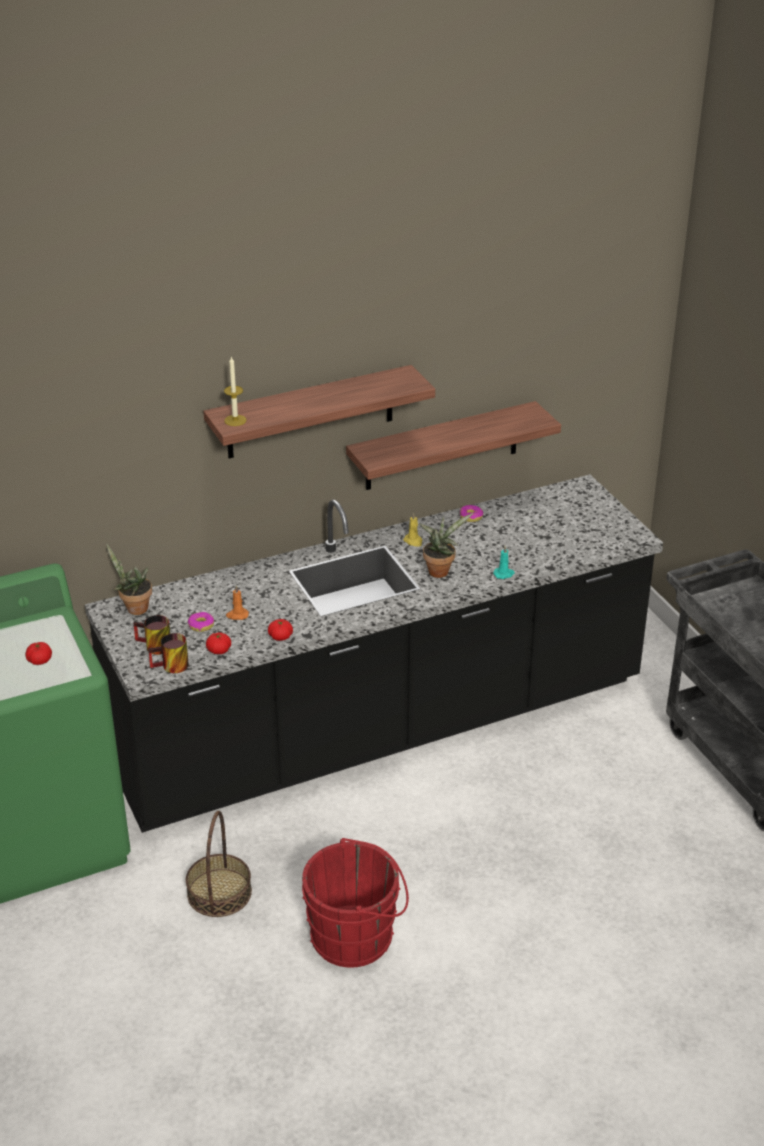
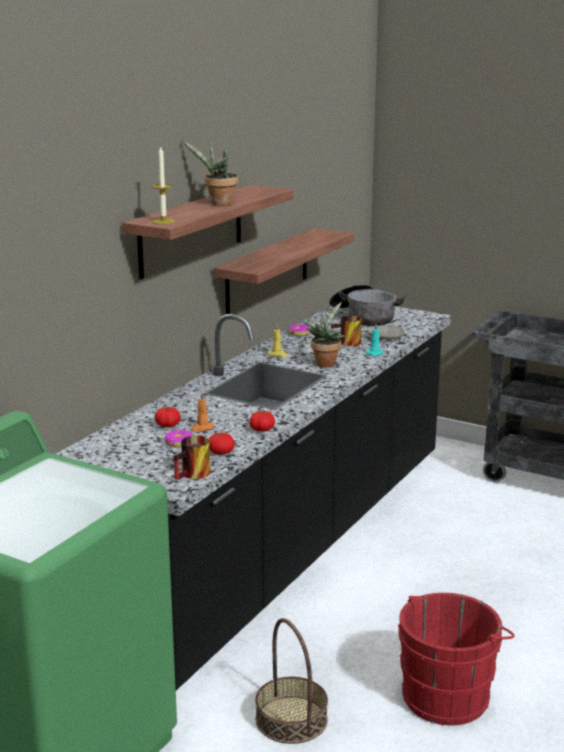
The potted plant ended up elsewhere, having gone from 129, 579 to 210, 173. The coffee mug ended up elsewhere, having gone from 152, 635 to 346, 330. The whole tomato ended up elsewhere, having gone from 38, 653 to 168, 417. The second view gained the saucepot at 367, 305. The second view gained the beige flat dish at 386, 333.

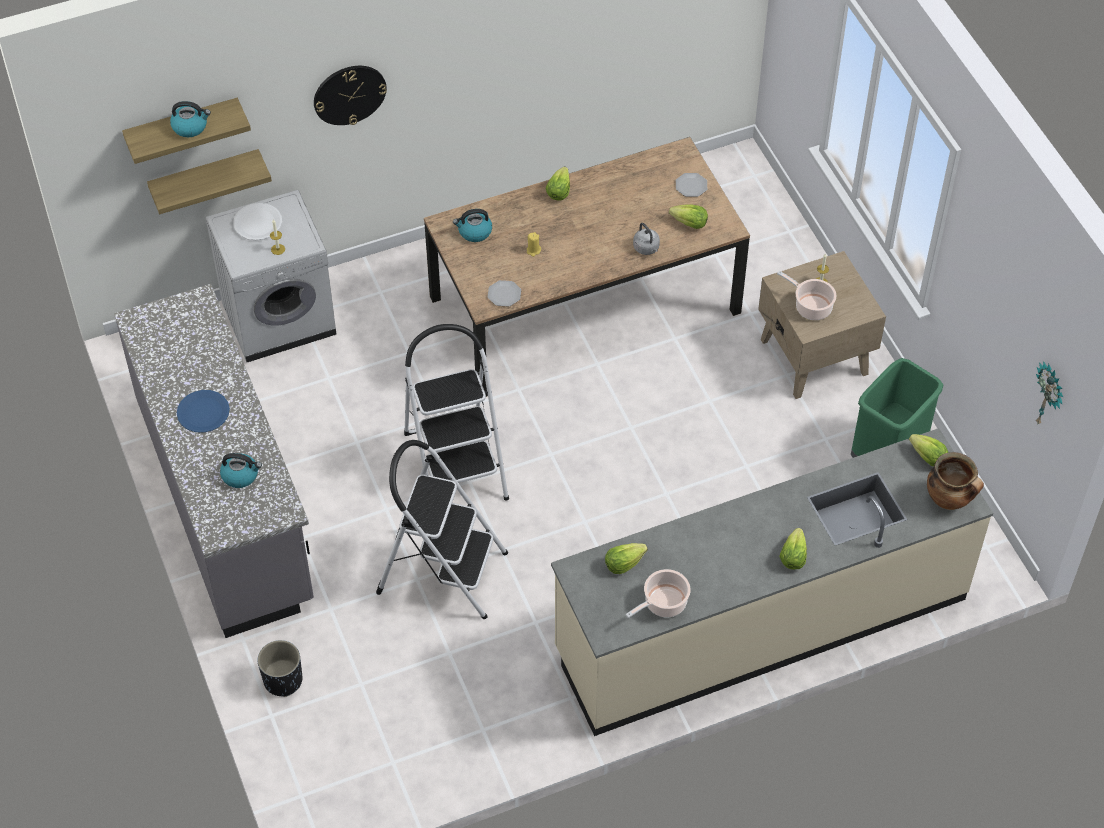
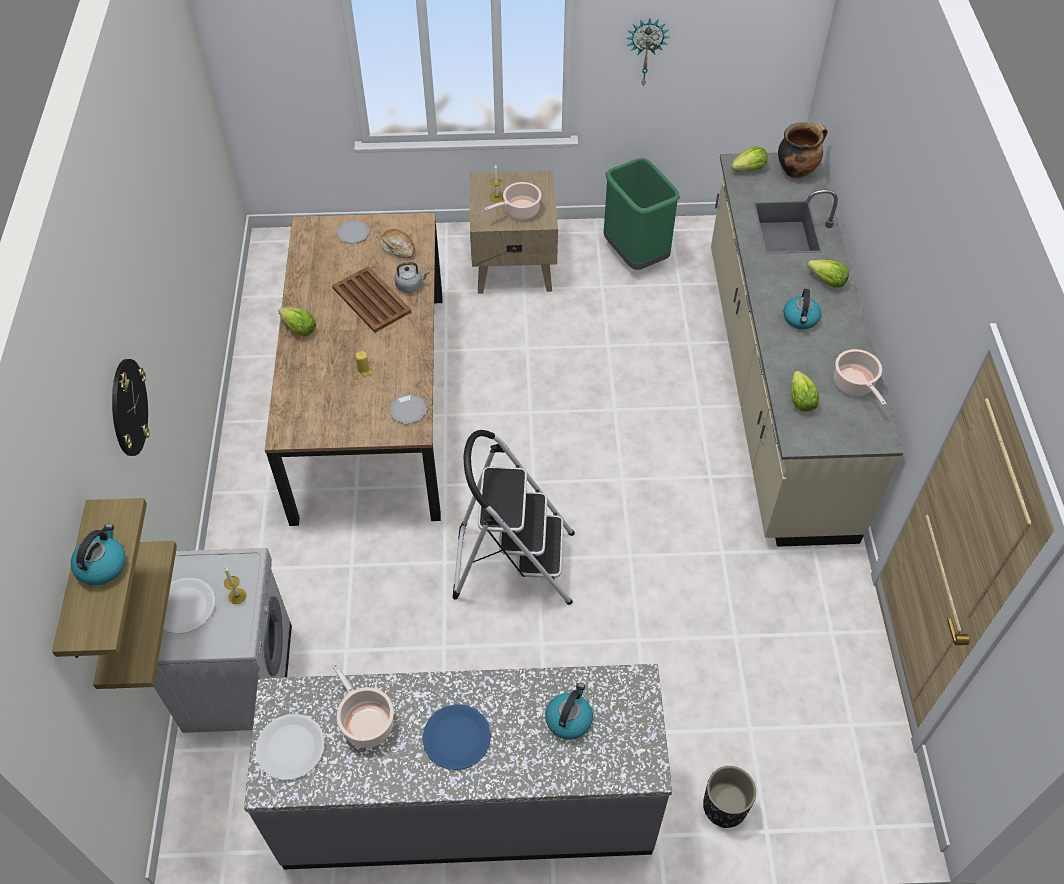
Where the head of lettuce stood at 688, 217, the bread came to stand at 397, 243. The tea kettle ended up elsewhere, having gone from 472, 225 to 802, 309. The clock on the wall ended up elsewhere, having gone from 1050, 393 to 648, 53. The second view lost the stepladder at 442, 529. The second view gained the brown serving tray at 372, 299. The second view gained the saucepot at 363, 705. The second view gained the white flat dish at 290, 747.

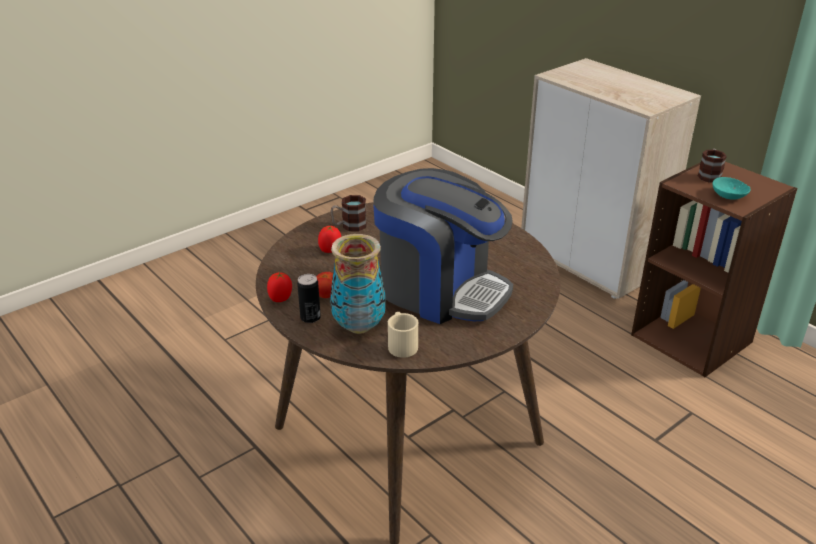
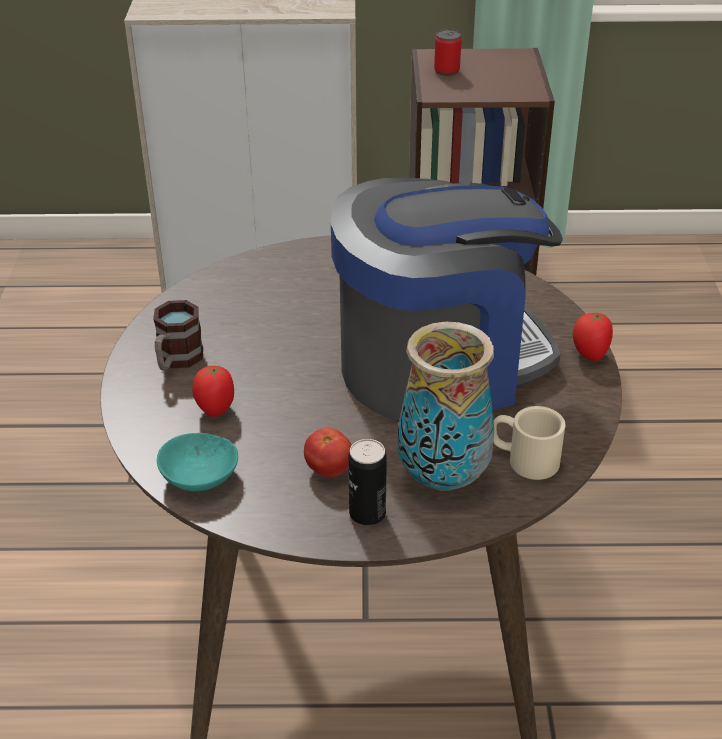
Where the coffee mug stood at 712, 166, the metal can came to stand at 447, 52. The turquoise-coloured serving bowl ended up elsewhere, having gone from 731, 188 to 197, 462. The whole tomato ended up elsewhere, having gone from 279, 287 to 593, 336.

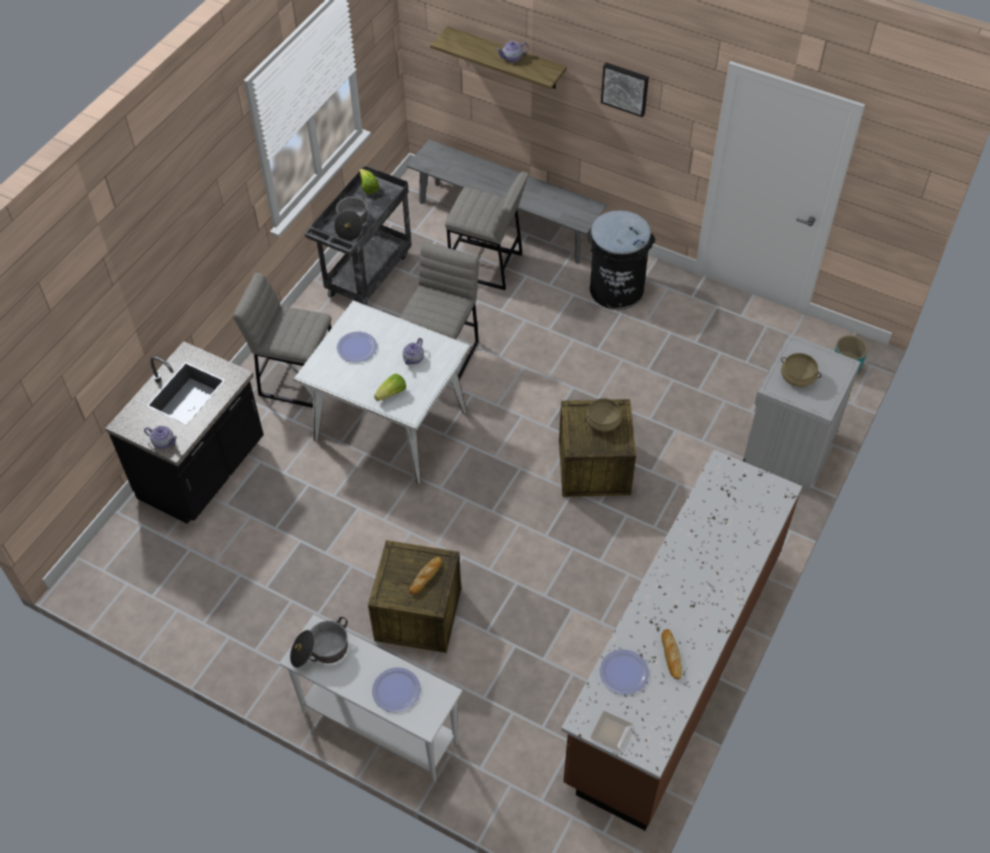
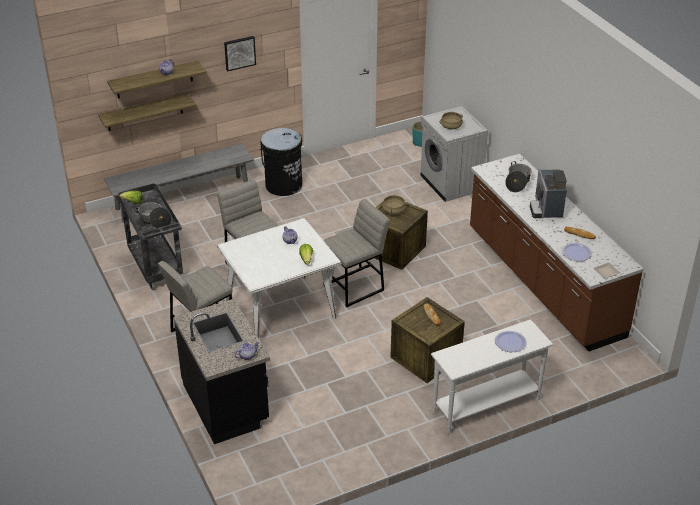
The grey chair ended up elsewhere, having gone from 487, 231 to 356, 253. The second view lost the flat dish at 357, 347. The saucepot ended up elsewhere, having gone from 319, 642 to 518, 176. The second view gained the wall shelf at 147, 112. The second view gained the coffee machine at 548, 193.

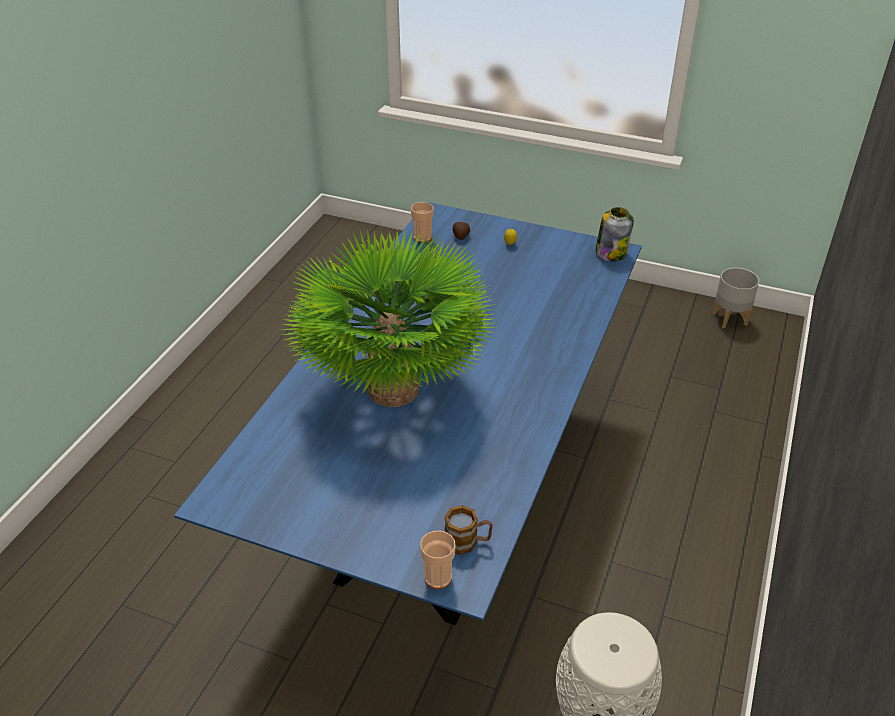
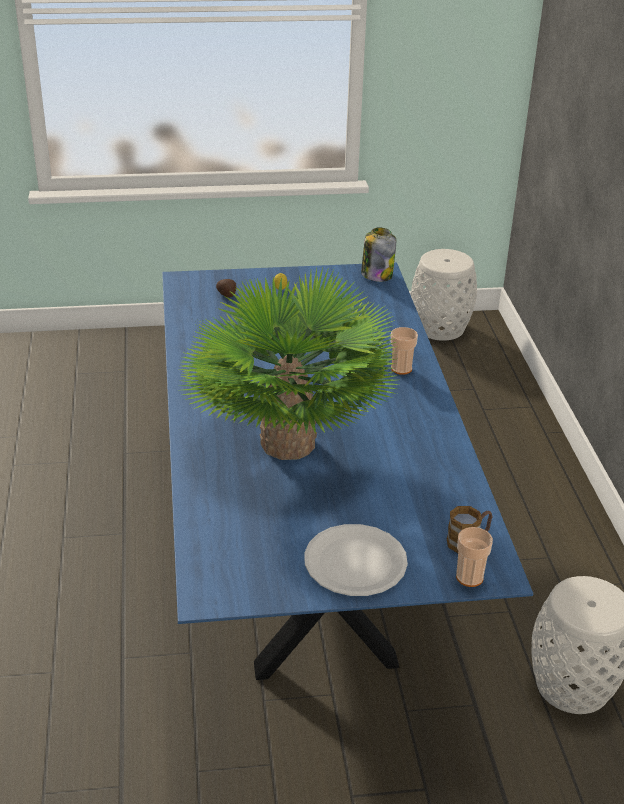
The small cup ended up elsewhere, having gone from 422, 222 to 404, 351. Where the grey flower pot stood at 735, 298, the white sitting stool came to stand at 444, 295. The second view gained the white flat dish at 356, 560.

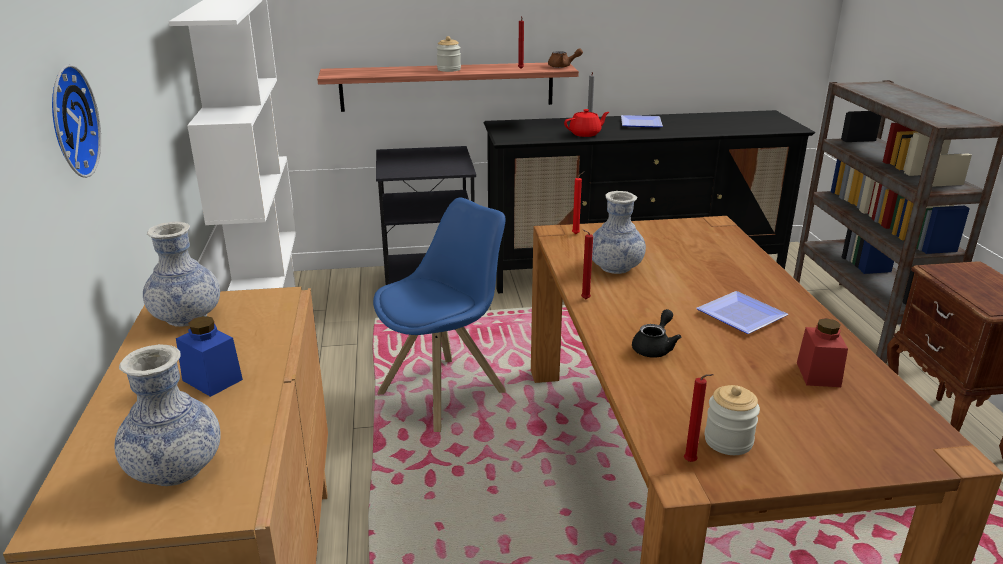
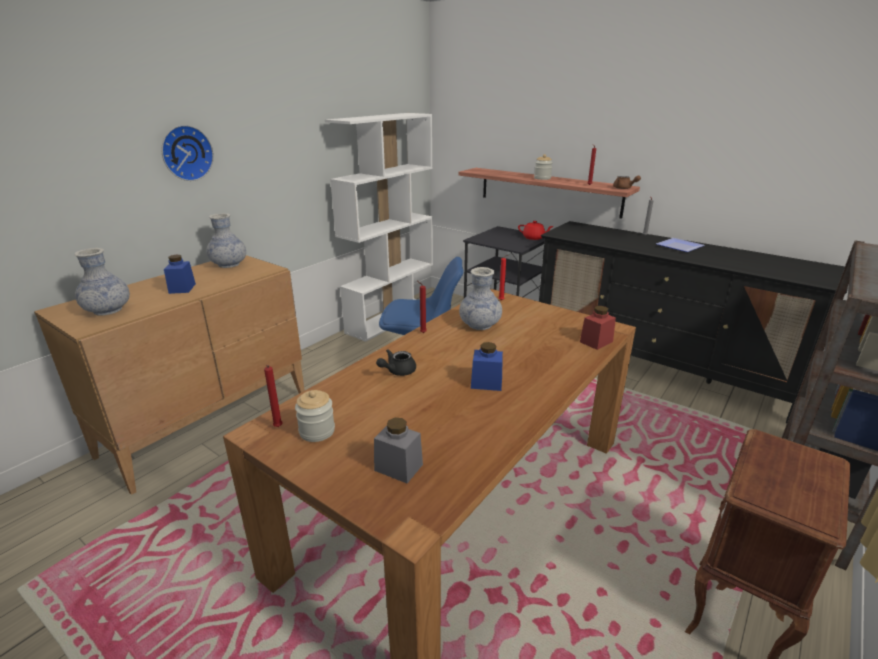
The reddish pot for tea ended up elsewhere, having gone from 586, 123 to 536, 230. Where the flat dish stood at 742, 312, the blue preserve jar came to stand at 487, 366. The black pot for tea at 657, 333 ended up facing another way, 150 degrees clockwise from before. The reddish preserve jar ended up elsewhere, having gone from 822, 352 to 598, 328. The second view gained the grey preserve jar at 398, 450.

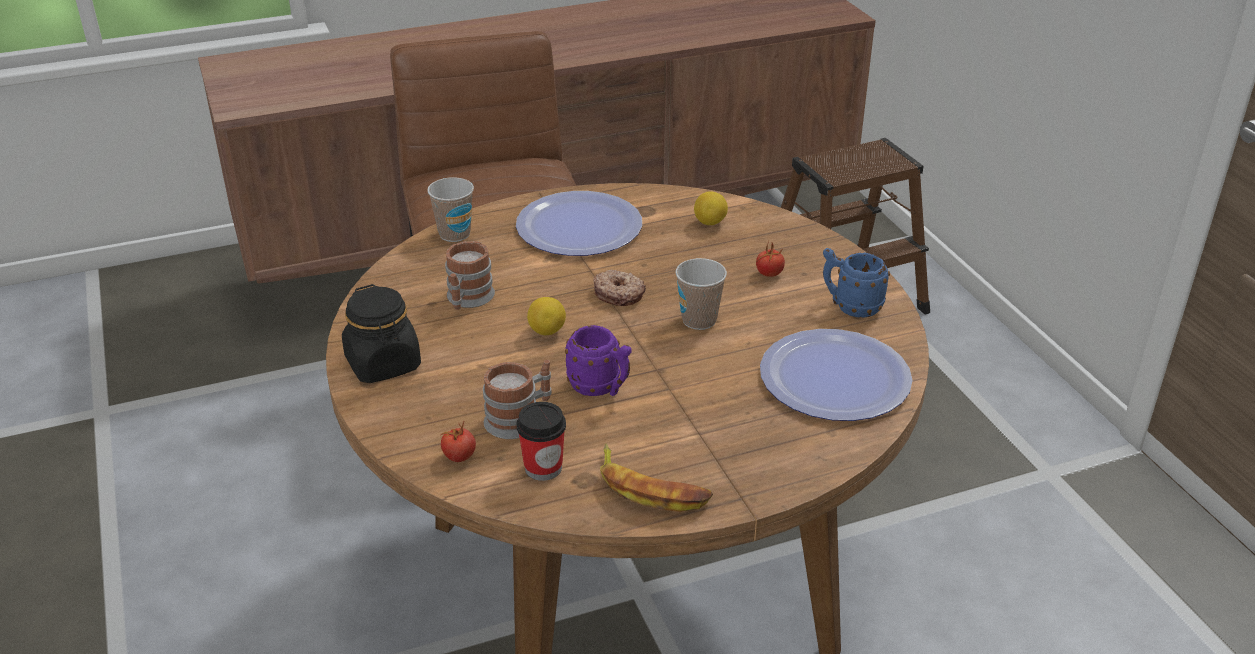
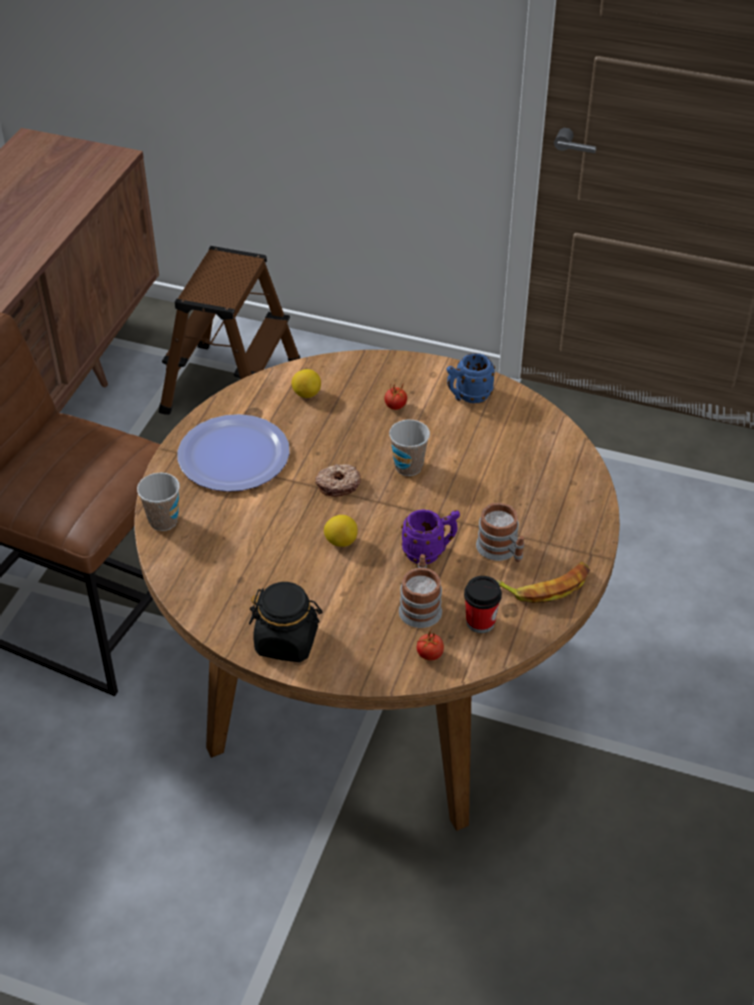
The coffee mug ended up elsewhere, having gone from 470, 275 to 500, 532. The second view lost the flat dish at 836, 375.

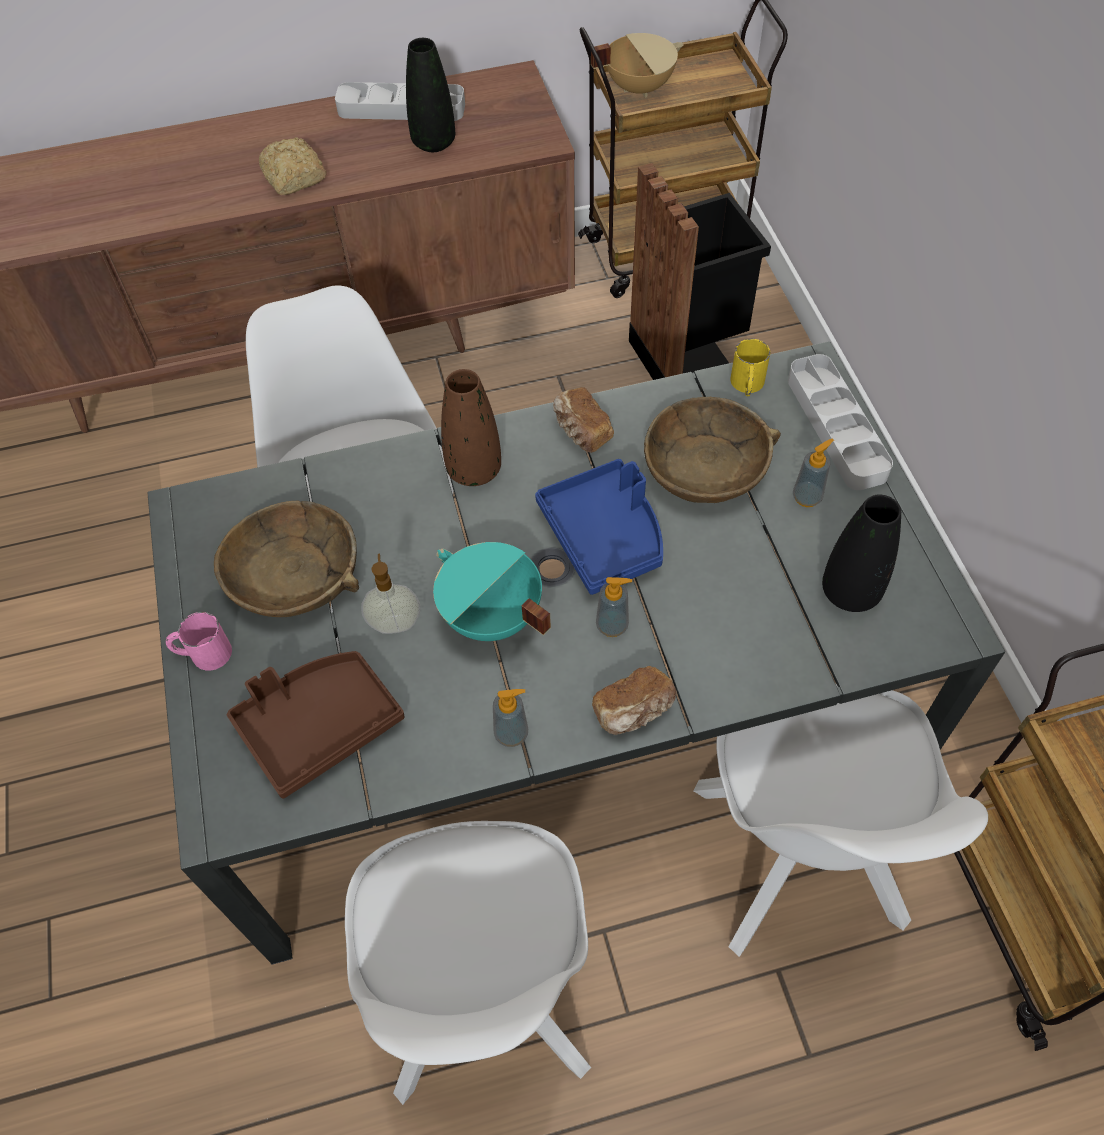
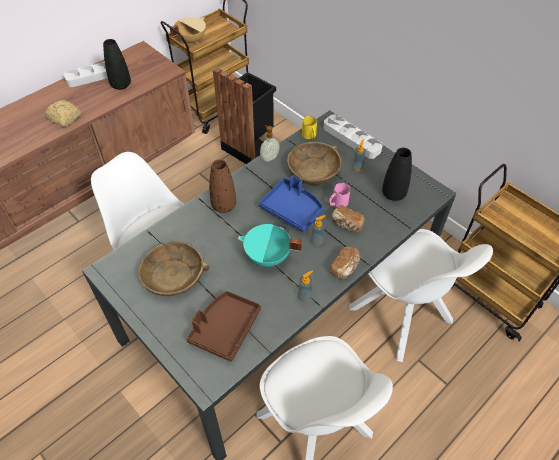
The bread ended up elsewhere, having gone from 583, 420 to 348, 218. The soap bottle ended up elsewhere, having gone from 390, 594 to 270, 143. The pink coffee mug ended up elsewhere, having gone from 199, 641 to 339, 195.

